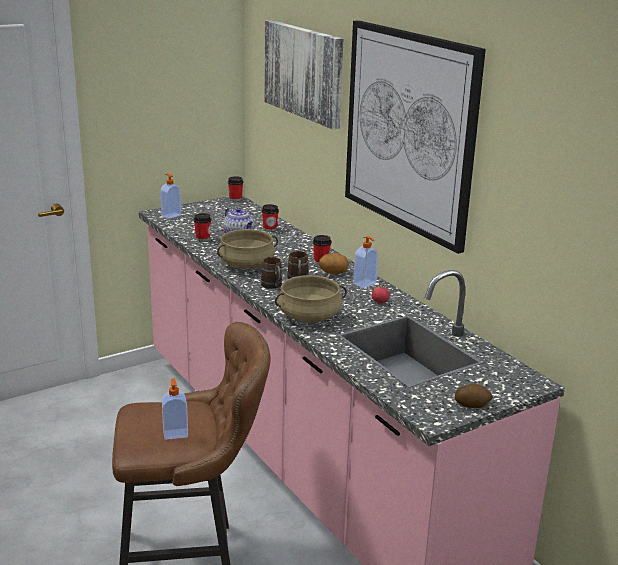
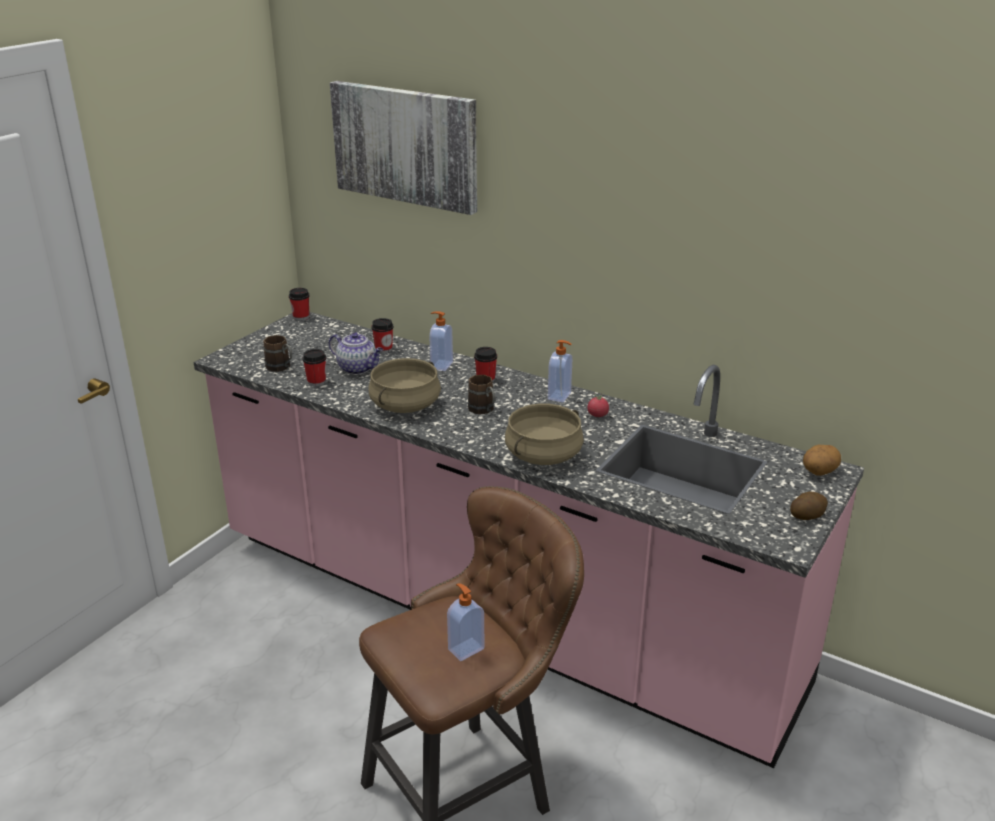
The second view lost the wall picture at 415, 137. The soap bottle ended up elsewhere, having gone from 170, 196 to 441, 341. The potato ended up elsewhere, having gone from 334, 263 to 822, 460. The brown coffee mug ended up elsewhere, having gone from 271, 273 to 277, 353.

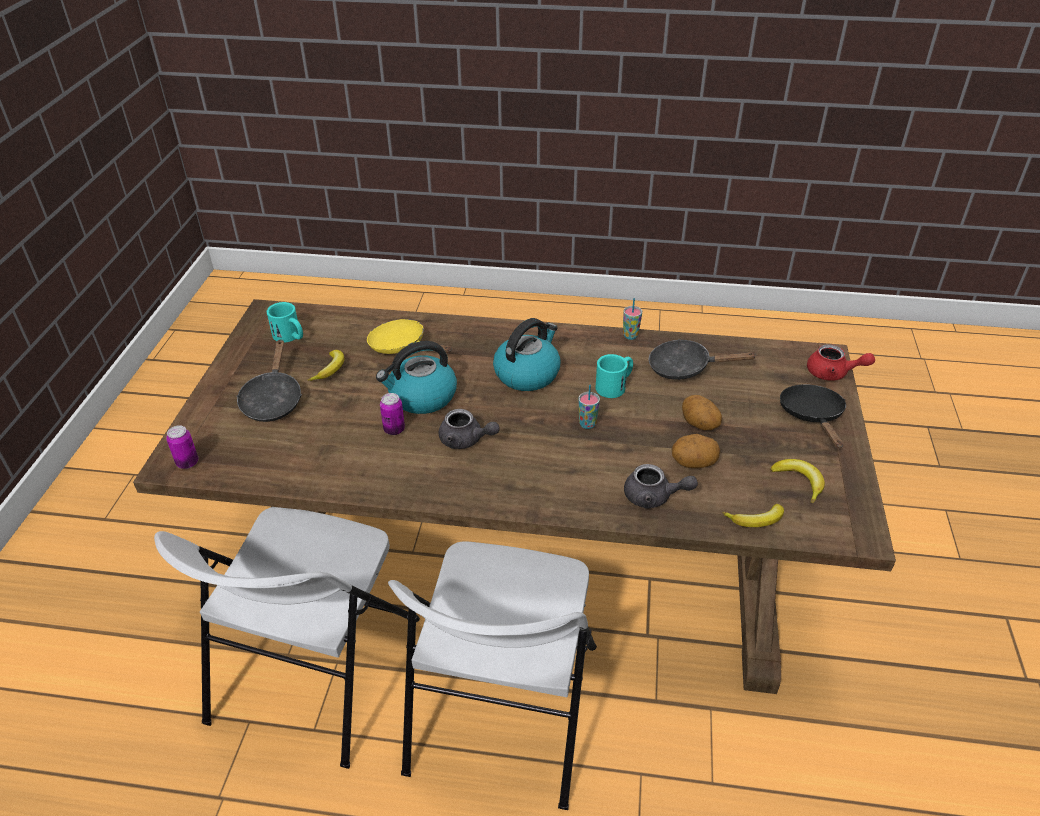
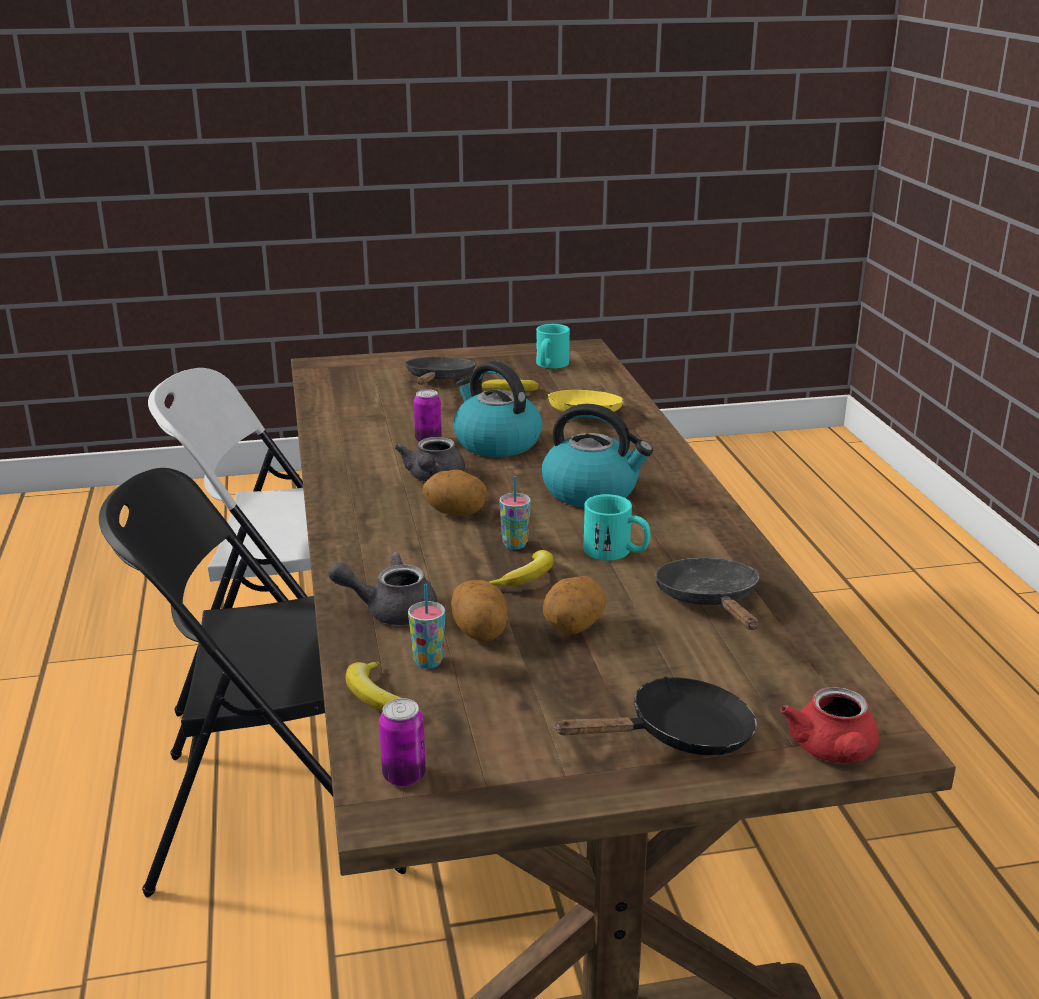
The small cup ended up elsewhere, having gone from 632, 319 to 426, 626. The black skillet at 269, 380 ended up facing another way, 120 degrees clockwise from before. The metal can ended up elsewhere, having gone from 182, 447 to 402, 742. The banana ended up elsewhere, having gone from 797, 481 to 521, 568. The grey pot for tea at 661, 486 ended up facing another way, 90 degrees clockwise from before. What was the white chair at 492, 675 turned into the black chair at 252, 682. The second view gained the potato at 454, 492.

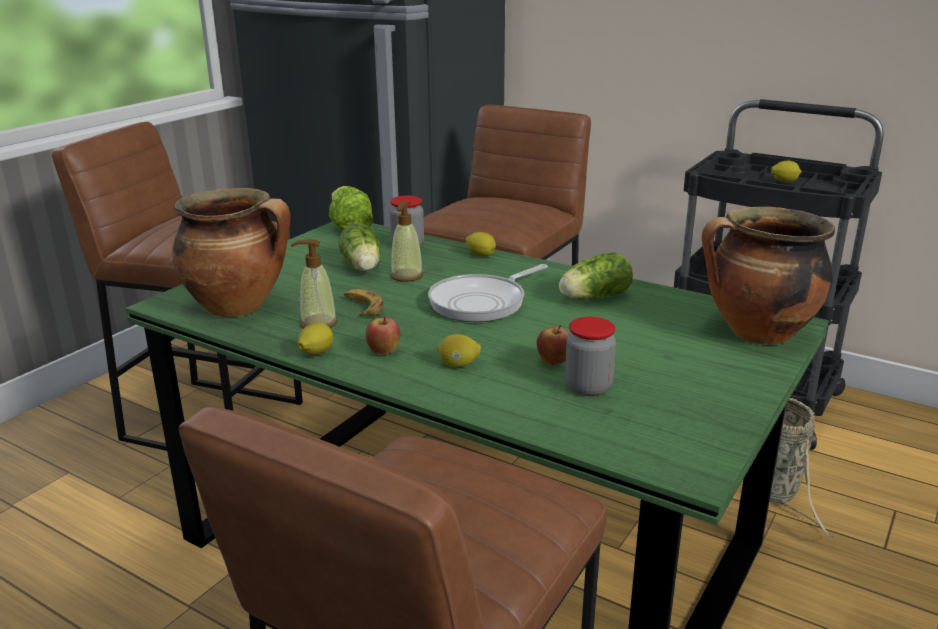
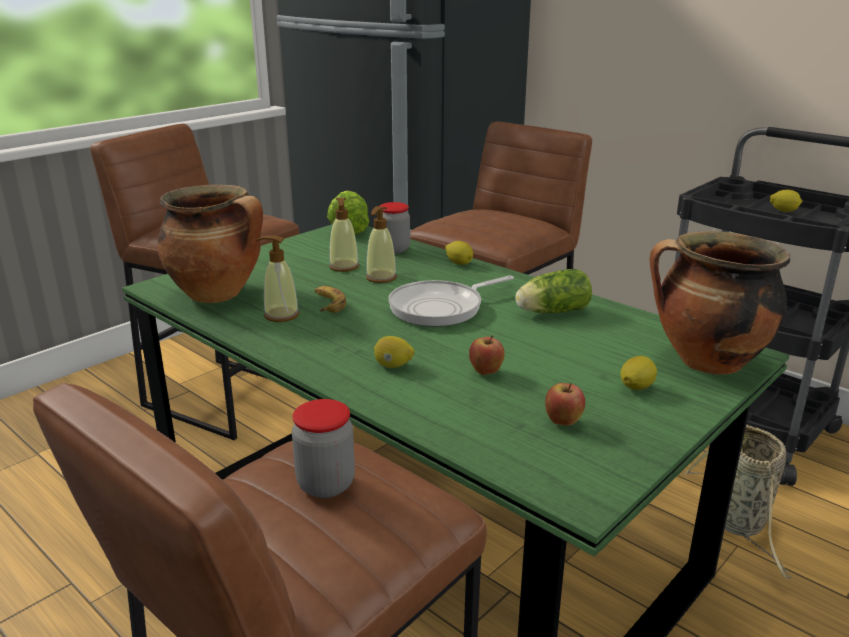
Where the head of lettuce stood at 360, 247, the soap bottle came to stand at 344, 235. The whole apple ended up elsewhere, having gone from 383, 335 to 565, 404. The preserve jar ended up elsewhere, having gone from 590, 356 to 323, 448. The citrus fruit ended up elsewhere, having gone from 315, 339 to 639, 373.

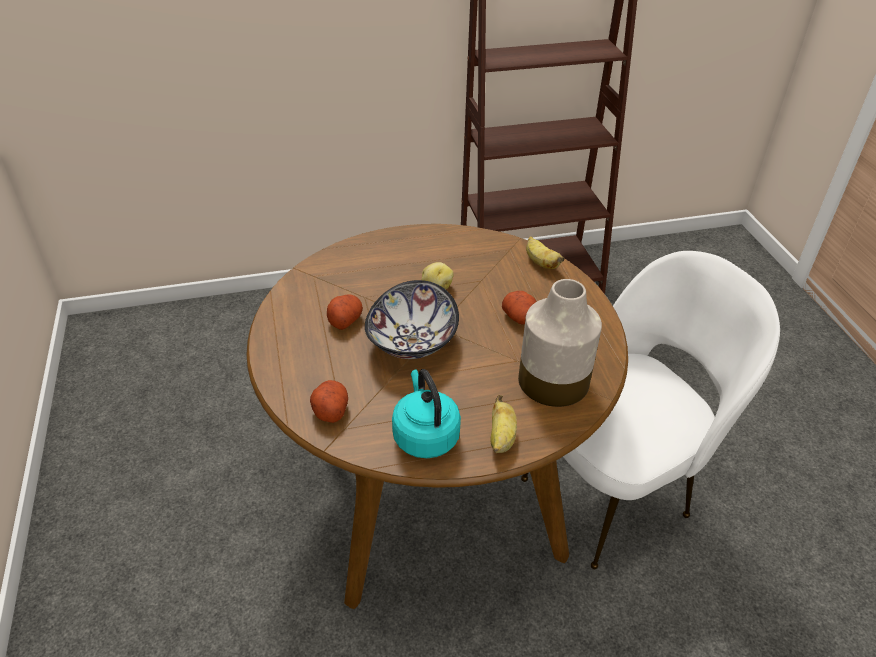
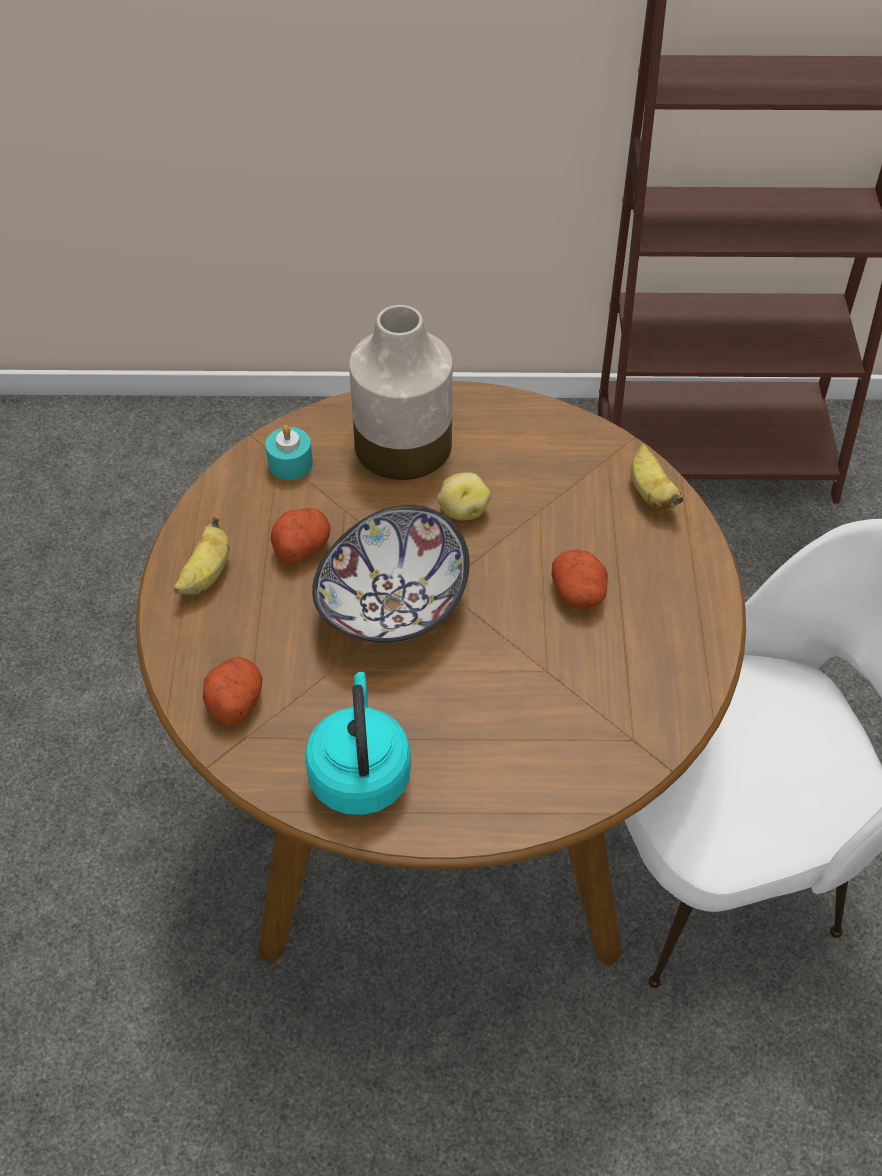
The beige flower vase ended up elsewhere, having gone from 560, 343 to 401, 392. The banana ended up elsewhere, having gone from 503, 424 to 201, 556. The second view gained the turquoise-coloured wax candle at 289, 452.

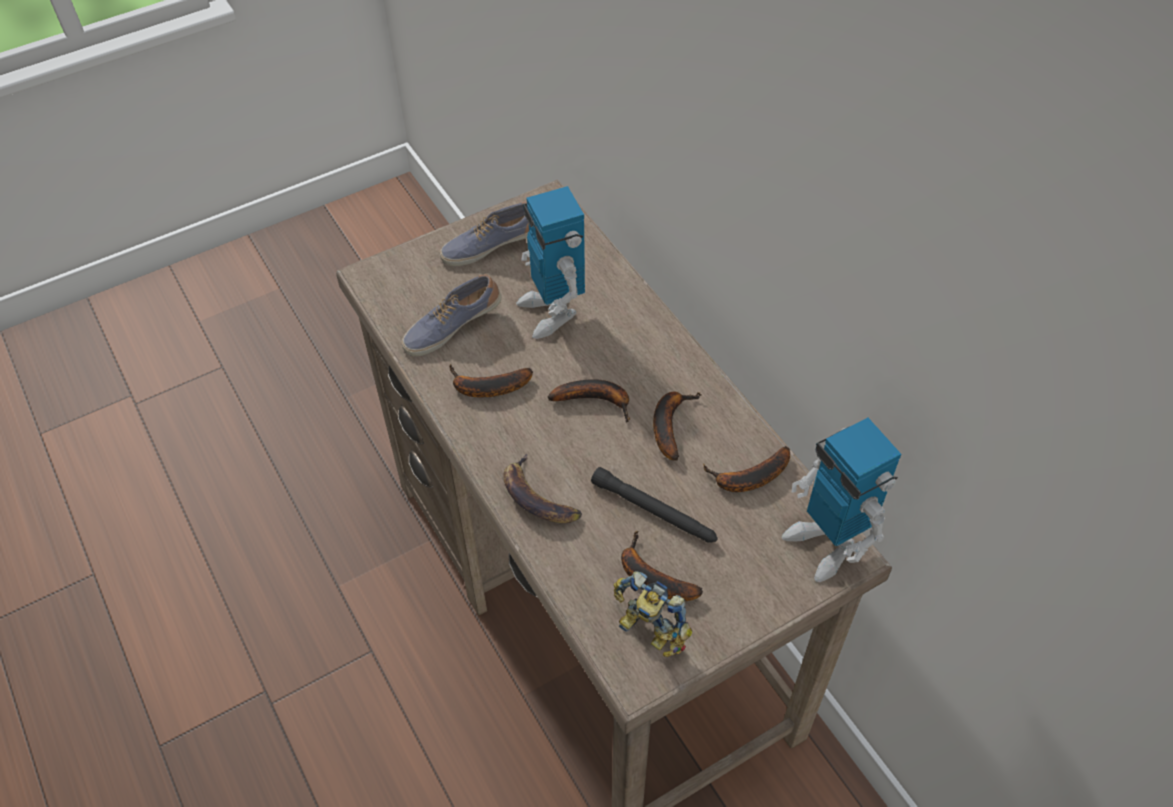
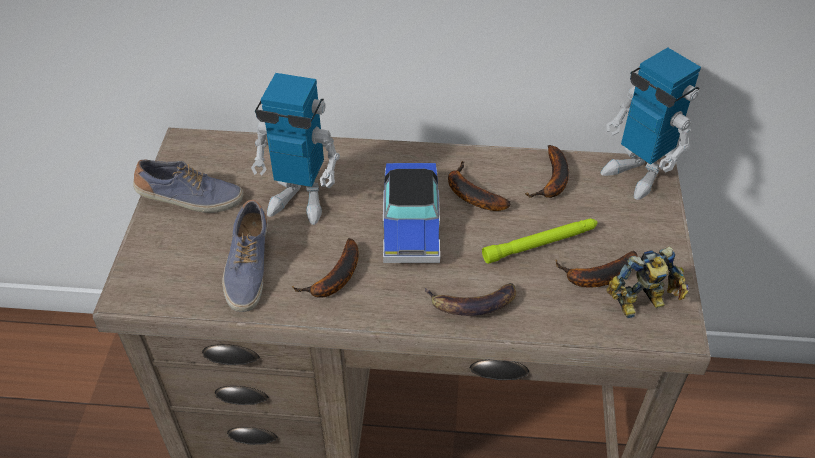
The low shoe at 484, 234 ended up facing another way, 105 degrees counterclockwise from before. Where the banana stood at 589, 400, the toy car came to stand at 411, 213. The model robot at 841, 500 ended up facing another way, 45 degrees clockwise from before. What was the black hand torch at 654, 505 turned into the greenish hand torch at 539, 241.

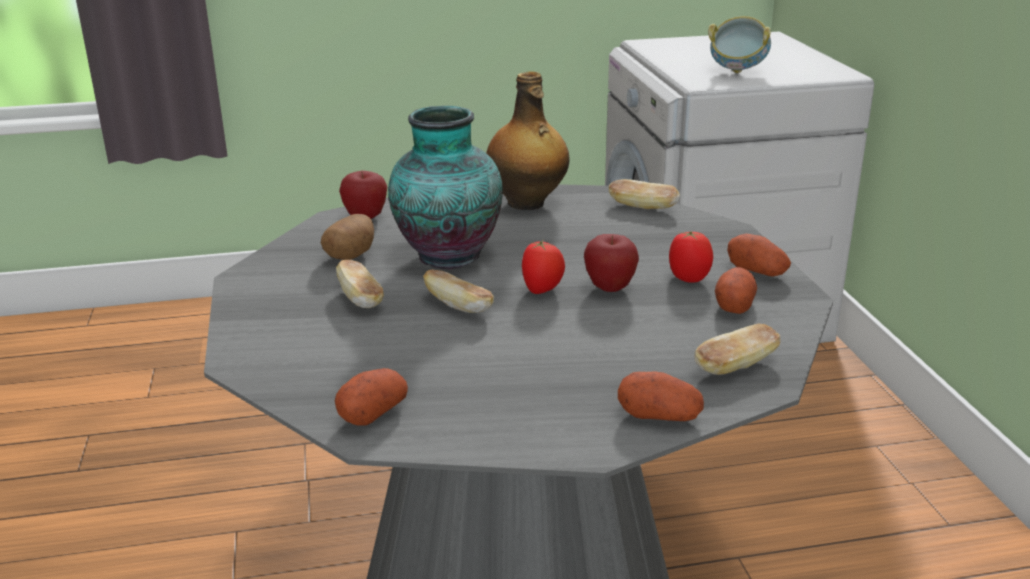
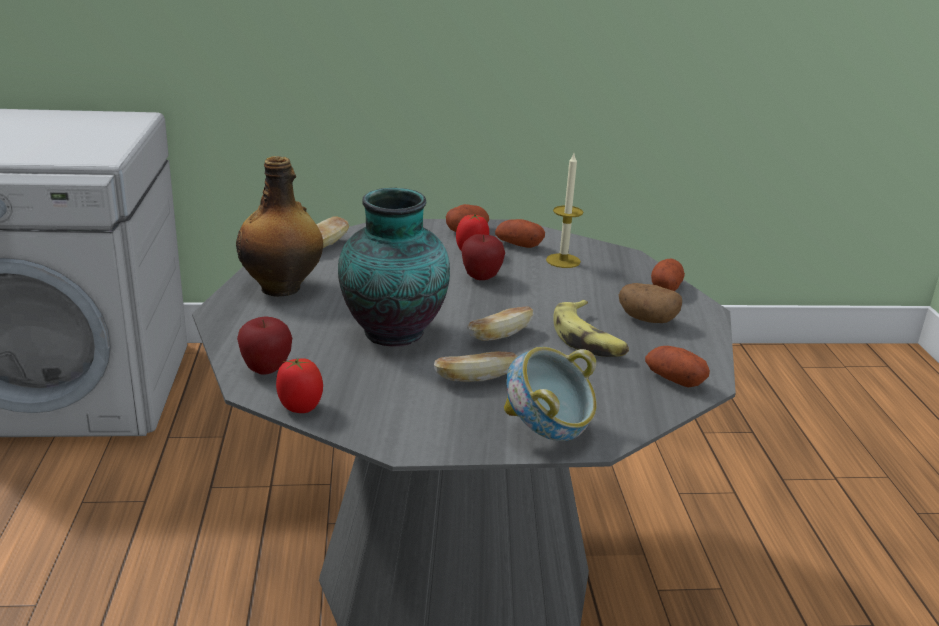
The serving bowl ended up elsewhere, having gone from 739, 44 to 550, 394. The potato ended up elsewhere, having gone from 347, 237 to 650, 303. The whole tomato ended up elsewhere, having gone from 543, 267 to 299, 385. The second view lost the bread at 737, 349. The second view gained the wax candle at 564, 211. The second view gained the banana at 591, 328.

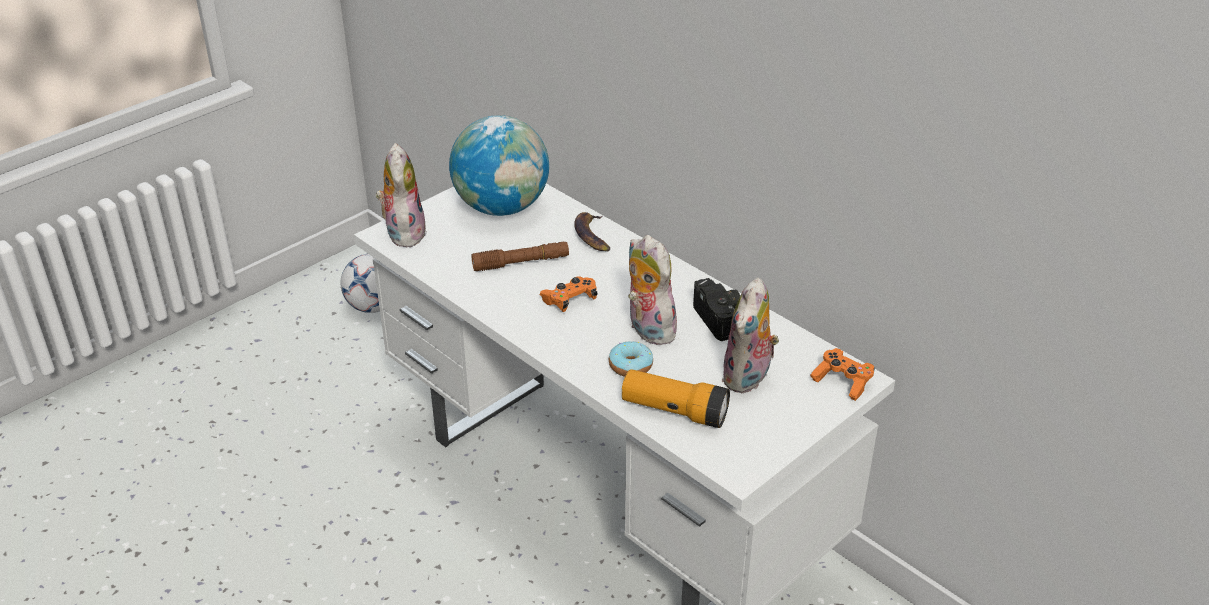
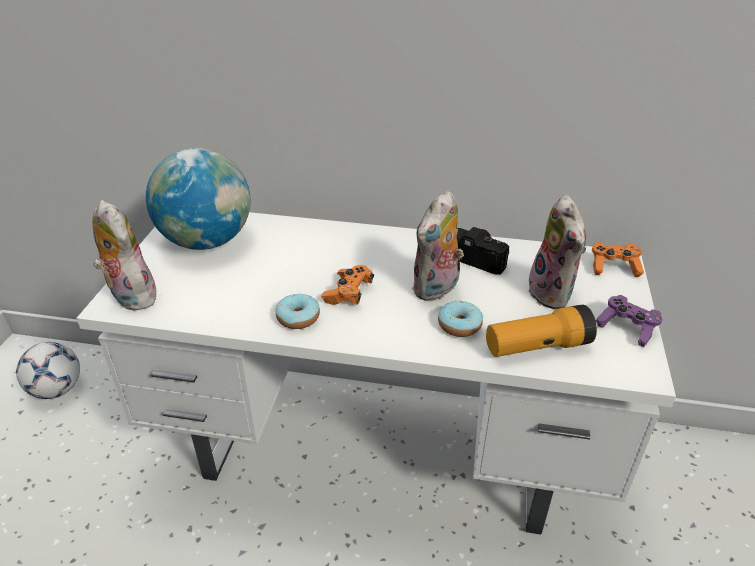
The second view lost the banana at 592, 231. The plush toy at 652, 290 ended up facing another way, 75 degrees counterclockwise from before. The second view lost the brown hand torch at 520, 256. The second view gained the doughnut at 297, 311. The second view gained the purplish game controller at 629, 321.

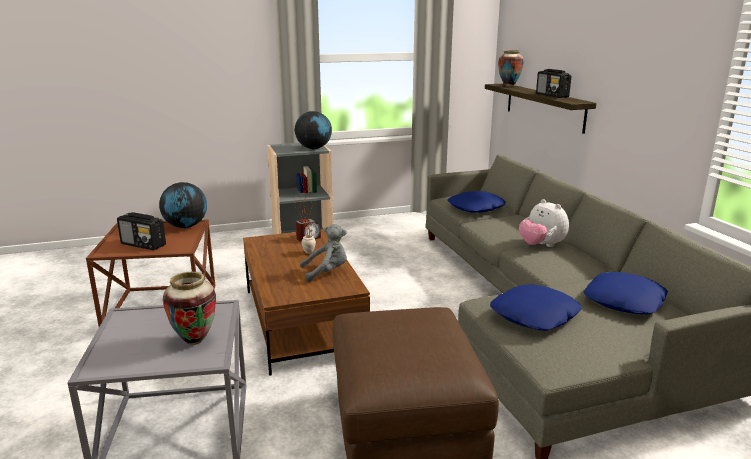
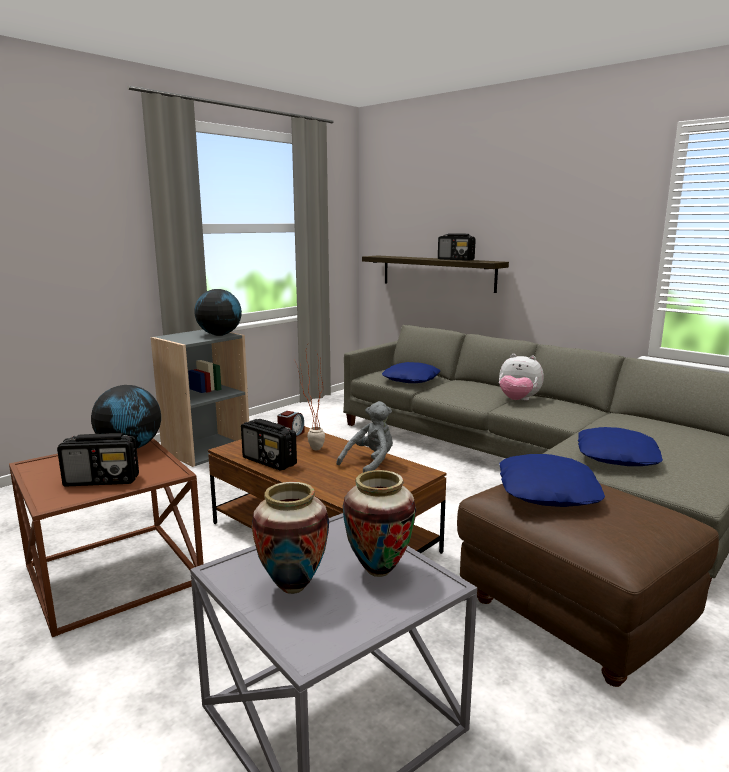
The flower vase ended up elsewhere, having gone from 511, 68 to 290, 538. The blue throw pillow ended up elsewhere, having gone from 625, 293 to 552, 480. The second view gained the radio receiver at 269, 445.

